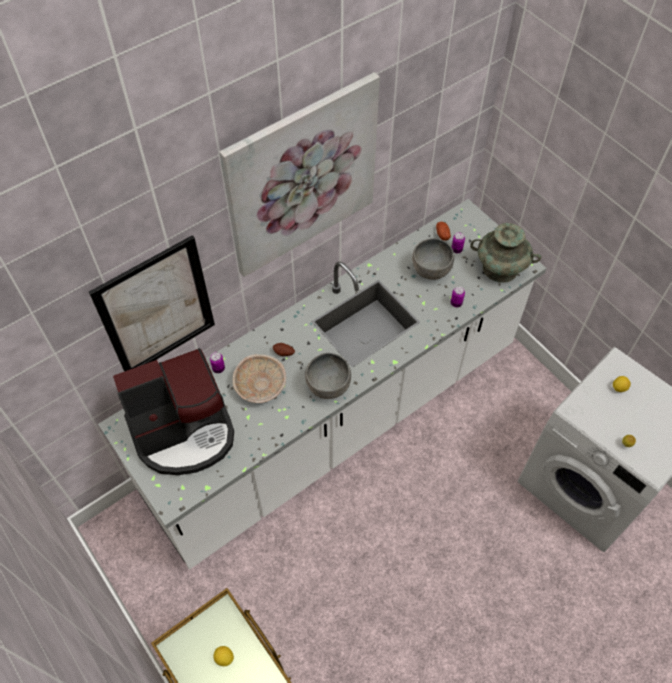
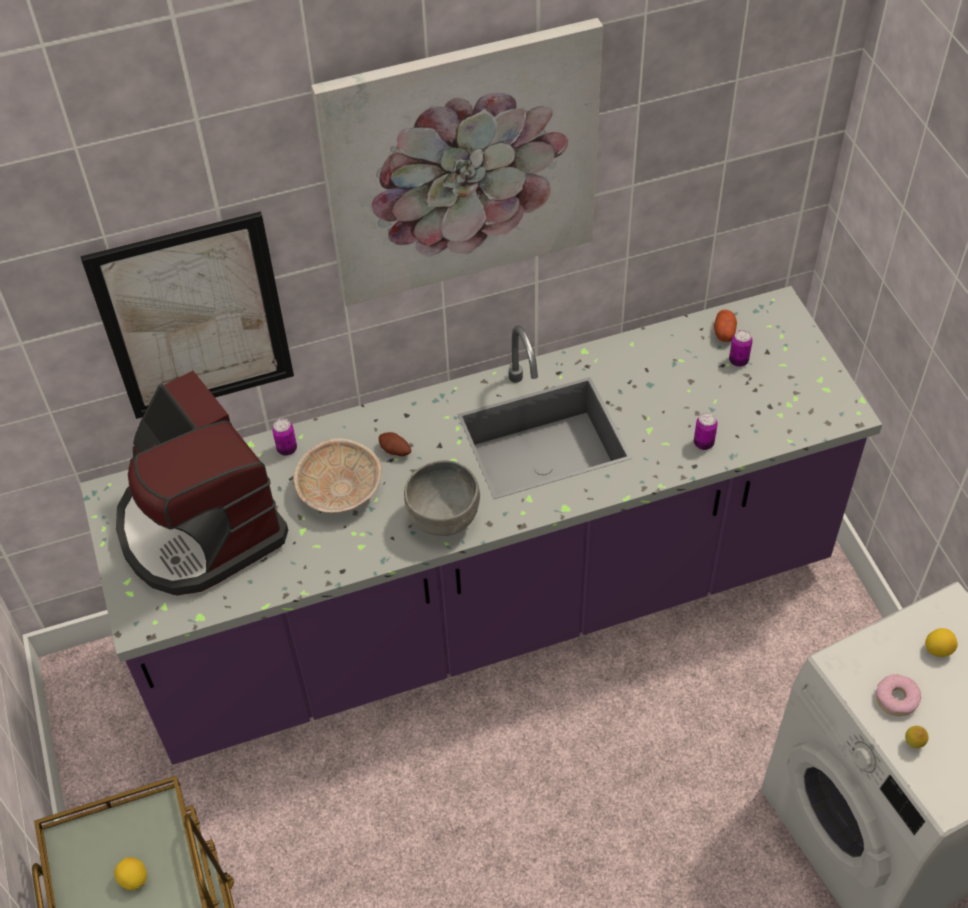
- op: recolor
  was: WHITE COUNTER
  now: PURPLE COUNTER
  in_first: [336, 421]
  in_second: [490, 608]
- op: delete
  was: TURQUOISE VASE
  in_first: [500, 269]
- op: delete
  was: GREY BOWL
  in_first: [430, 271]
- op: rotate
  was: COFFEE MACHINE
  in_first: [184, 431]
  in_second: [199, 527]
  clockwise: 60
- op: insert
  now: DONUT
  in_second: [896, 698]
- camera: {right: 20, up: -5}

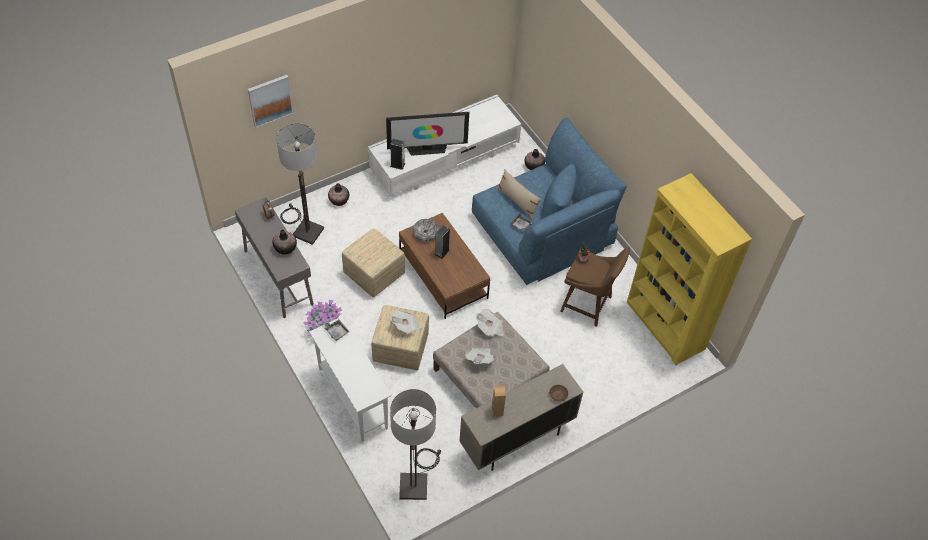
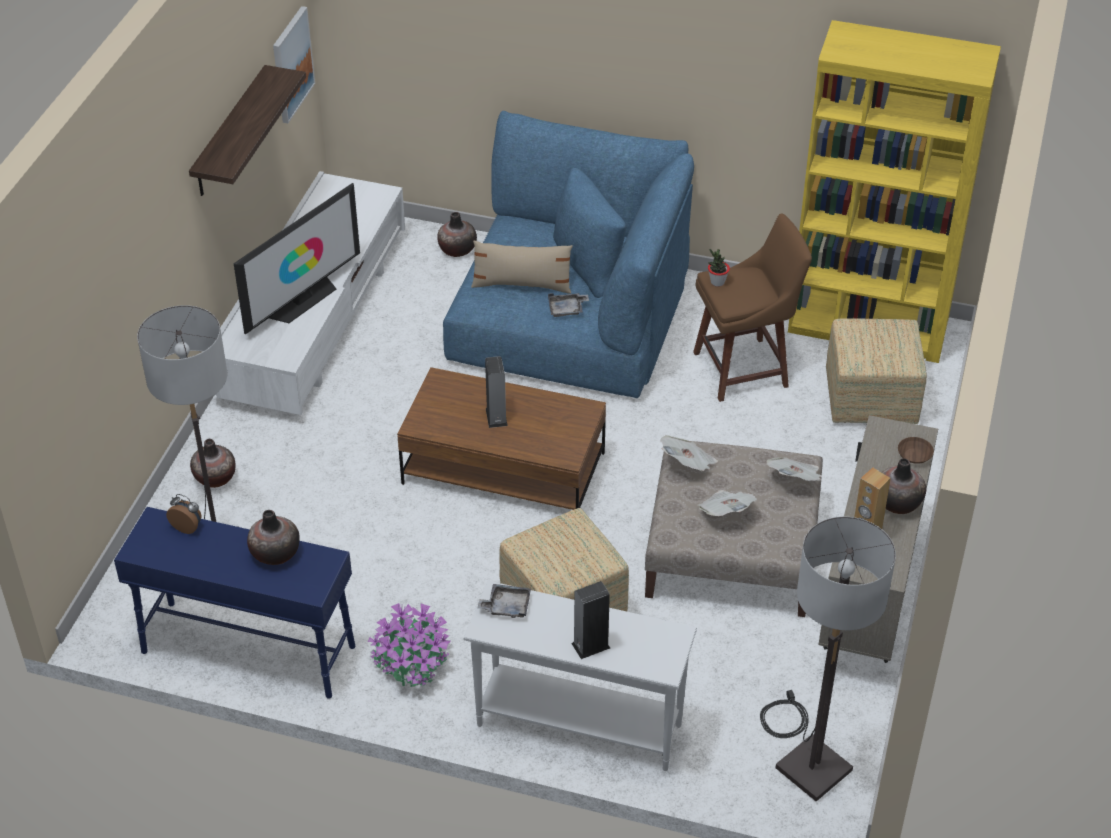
- op: move
  was: PICTURE
  in_first: [270, 100]
  in_second: [291, 64]
- op: move
  was: SPEAKER
  in_first: [397, 165]
  in_second: [590, 645]
- op: recolor
  was: GREY CONSOLE TABLE
  now: BLUE CONSOLE TABLE
  in_first: [279, 277]
  in_second: [249, 648]
- op: delete
  was: BOWL
  in_first: [425, 233]
- op: move
  was: OTTOMAN
  in_first: [373, 274]
  in_second: [869, 399]
- op: move
  was: NEWSPAPER
  in_first: [406, 326]
  in_second: [795, 479]
- op: insert
  now: SHELF
  in_second: [230, 133]
- op: insert
  now: VASE
  in_second: [897, 502]
- camera: {right: -40, up: -10}

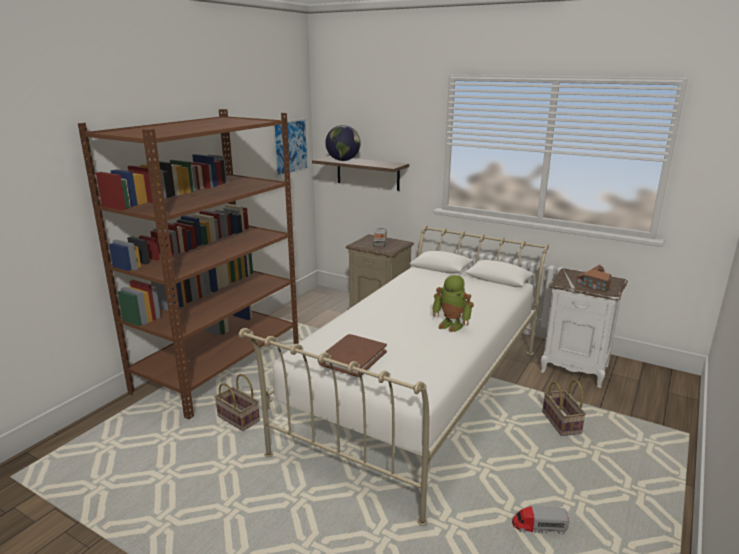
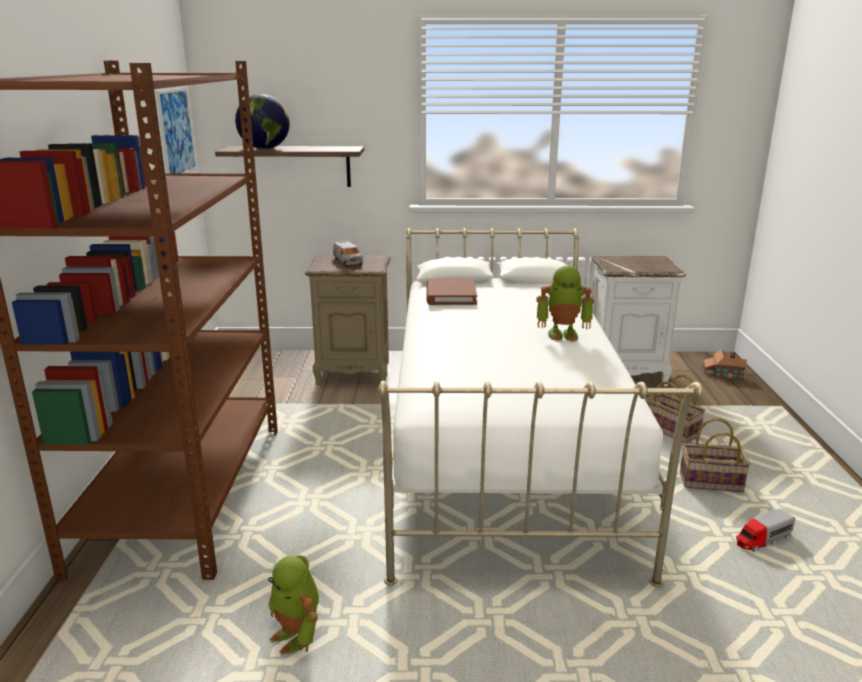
- op: move
  was: TOY HOUSE
  in_first: [593, 285]
  in_second: [722, 373]
- op: move
  was: BROWN BOOK
  in_first: [352, 358]
  in_second: [450, 295]
- op: move
  was: BASKET
  in_first: [237, 419]
  in_second: [709, 483]
- op: insert
  now: TOY ROBOT
  in_second: [297, 638]
- camera: {right: -30, up: 0}

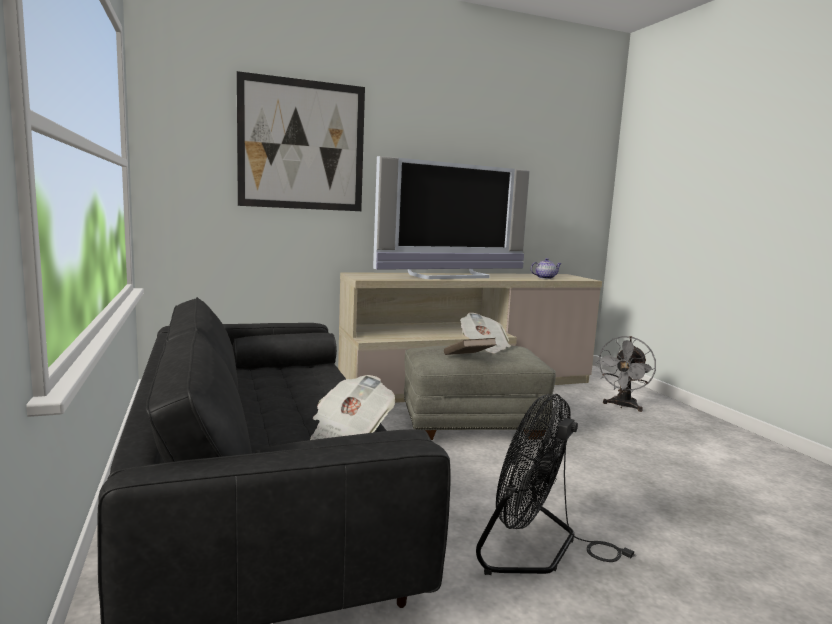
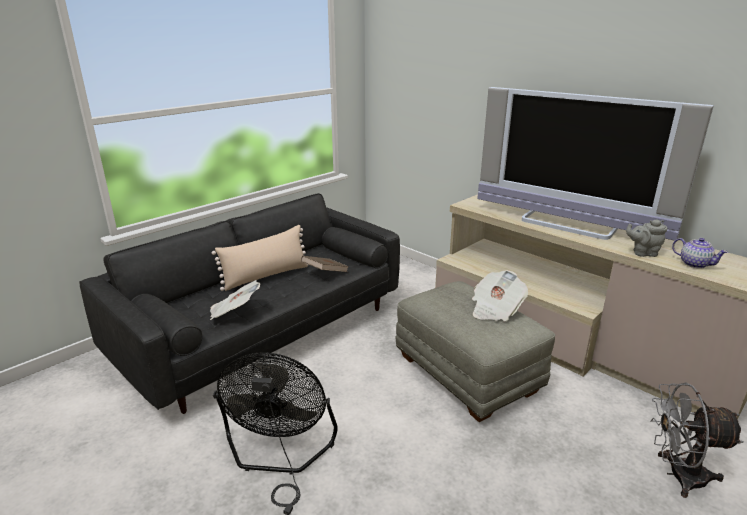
- op: delete
  was: PICTURE
  in_first: [302, 145]
- op: move
  was: BROWN BOOK
  in_first: [468, 358]
  in_second: [325, 273]
- op: insert
  now: GREY TEAPOT
  in_second: [642, 253]
- op: insert
  now: BEIGE PILLOW
  in_second: [266, 276]
- camera: {right: 65, up: 15}

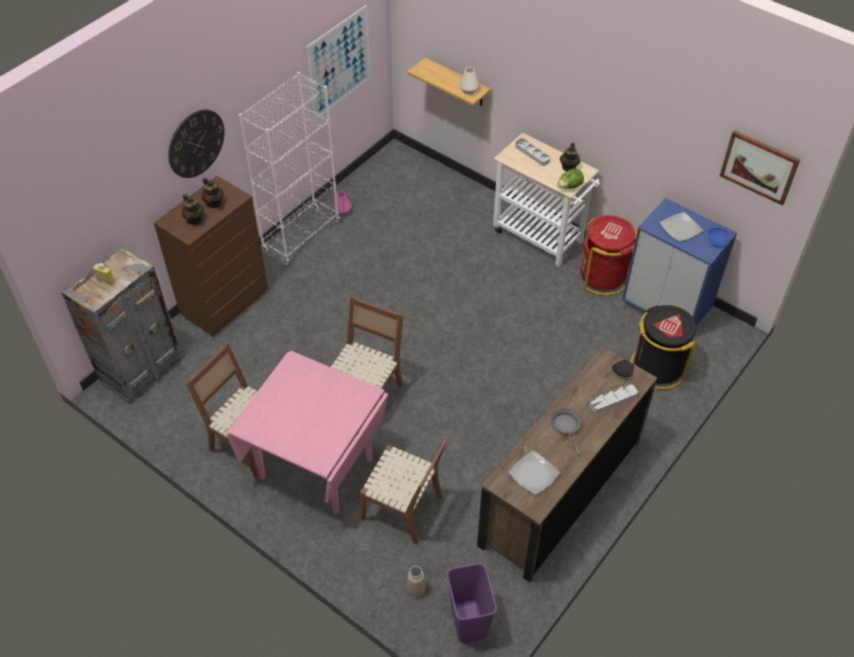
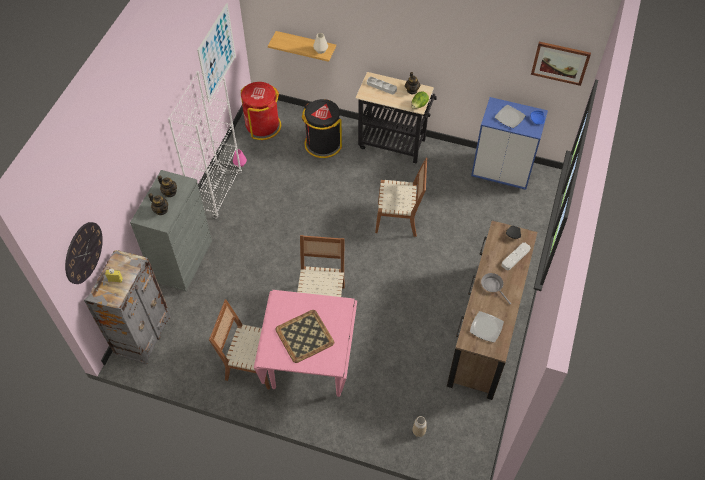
- op: move
  was: WALL CLOCK
  in_first: [196, 143]
  in_second: [83, 252]
- op: recolor
  was: WHITE CART
  now: BLACK CART
  in_first: [539, 237]
  in_second: [393, 144]
- op: recolor
  was: BROWN DRESSER
  now: GREY DRESSER
  in_first: [225, 303]
  in_second: [183, 262]
- op: move
  was: RED TRASH CAN
  in_first: [603, 276]
  in_second: [263, 126]
- op: move
  was: BLACK TRASH CAN
  in_first: [657, 367]
  in_second: [323, 144]
- op: move
  was: CHAIR
  in_first: [405, 510]
  in_second: [399, 220]
- op: delete
  was: PURPLE TRASH CAN
  in_first: [469, 622]
- op: insert
  now: TRAY
  in_second: [305, 336]
- camera: {right: -20, up: 5}

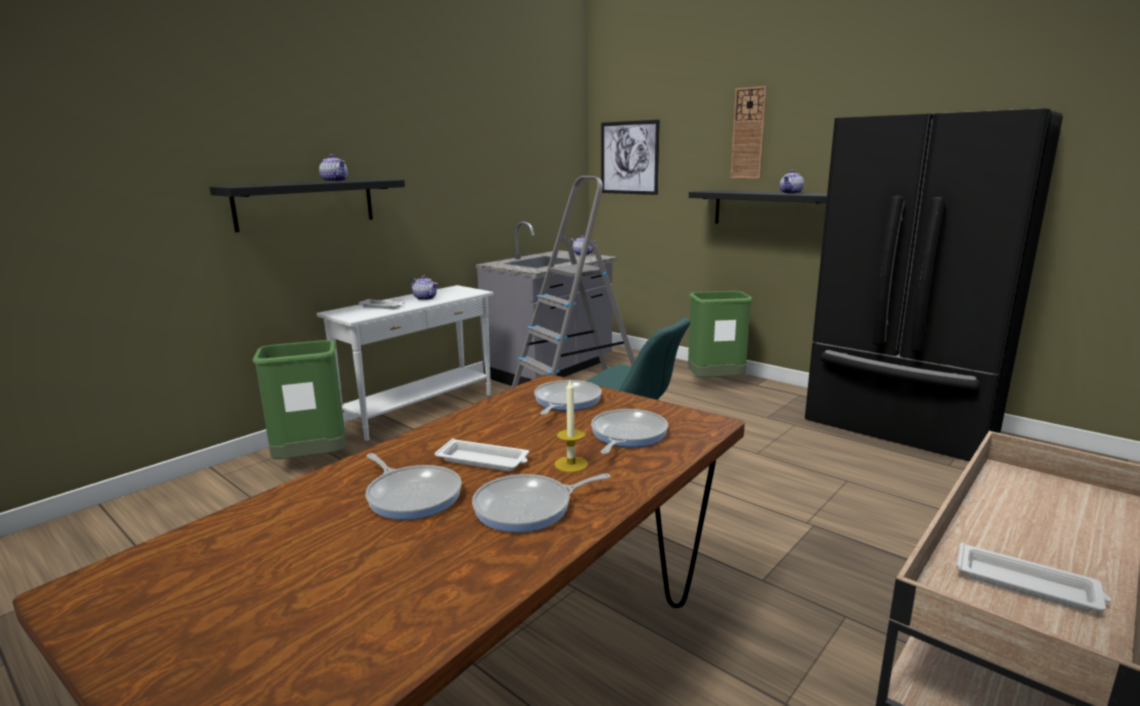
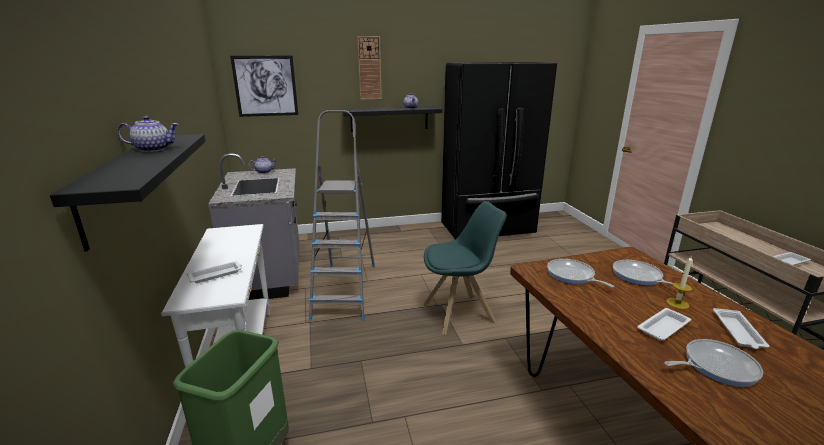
- op: delete
  was: TEAPOT
  in_first: [425, 298]
- op: delete
  was: GREEN TRASH CAN
  in_first: [715, 383]
- op: replace
  was: FRYING PAN
  now: WHITE TRAY
  in_first: [528, 508]
  in_second: [738, 332]
- camera: {right: -55, up: 5}

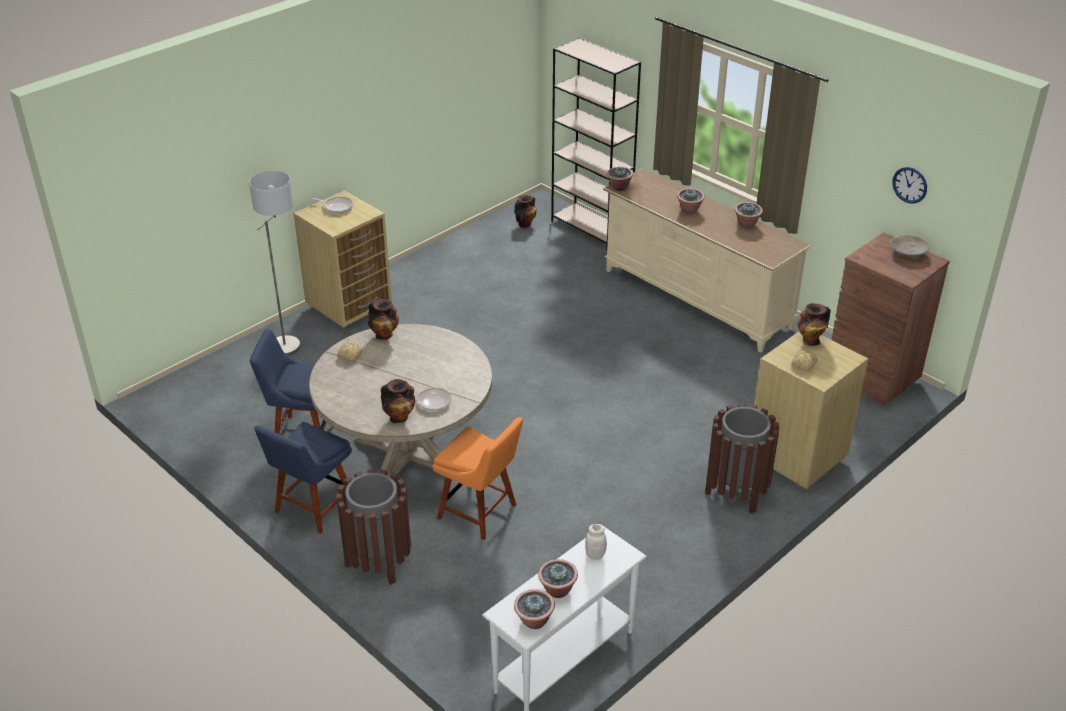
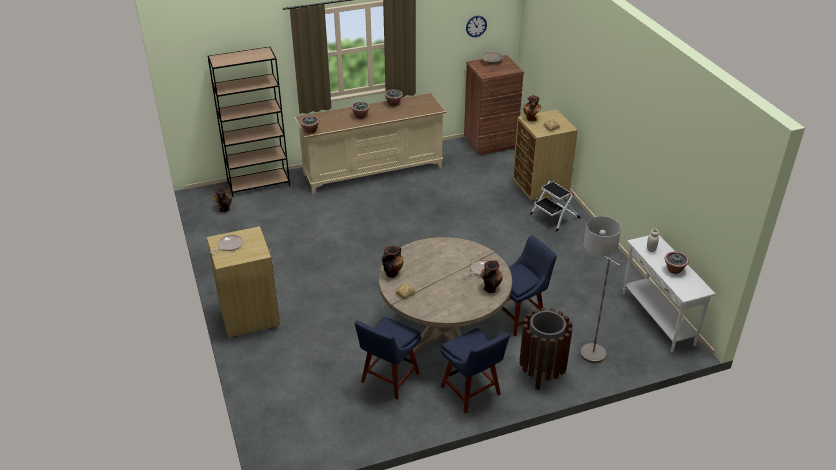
- op: move
  was: GREY FLOOR LAMP
  in_first: [290, 342]
  in_second: [586, 350]
- op: replace
  was: BROWN TRASH CAN
  now: STEP LADDER
  in_first: [736, 492]
  in_second: [554, 217]
- op: recolor
  was: ORANGE CHAIR
  now: BLUE CHAIR
  in_first: [480, 513]
  in_second: [520, 316]
- op: delete
  was: POTTED PLANT
  in_first: [534, 621]
- camera: {right: -65, up: 0}

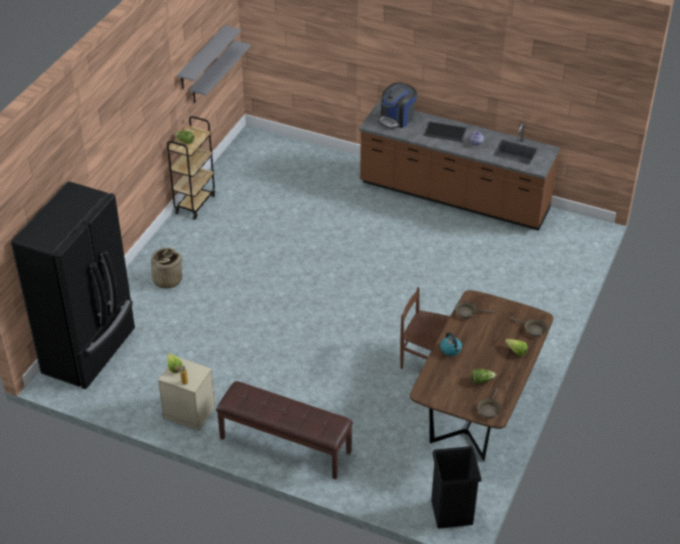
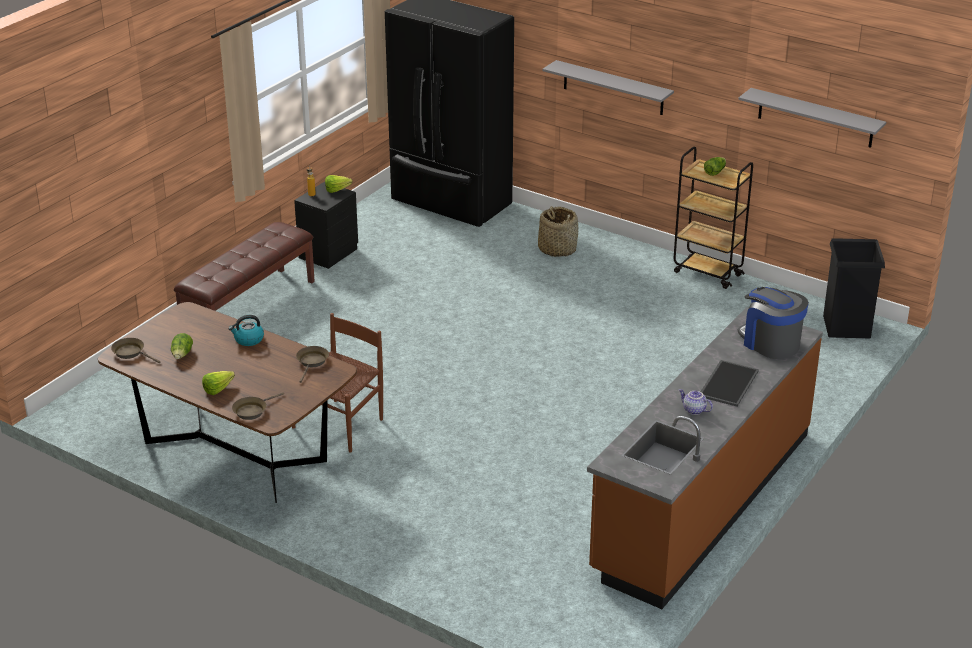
- op: move
  was: GREY SHELF
  in_first: [212, 72]
  in_second: [613, 88]
- op: recolor
  was: BEIGE NIGHTSTAND
  now: BLACK NIGHTSTAND
  in_first: [189, 412]
  in_second: [329, 253]
- op: move
  was: BLACK TRASH CAN
  in_first: [451, 512]
  in_second: [846, 326]
- camera: {right: 100, up: -10}

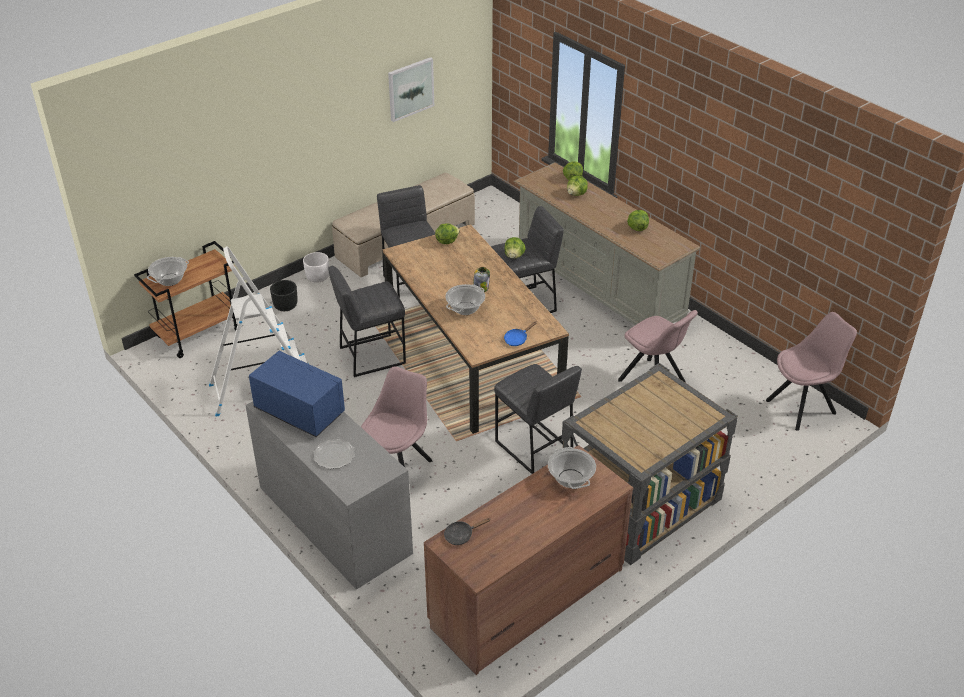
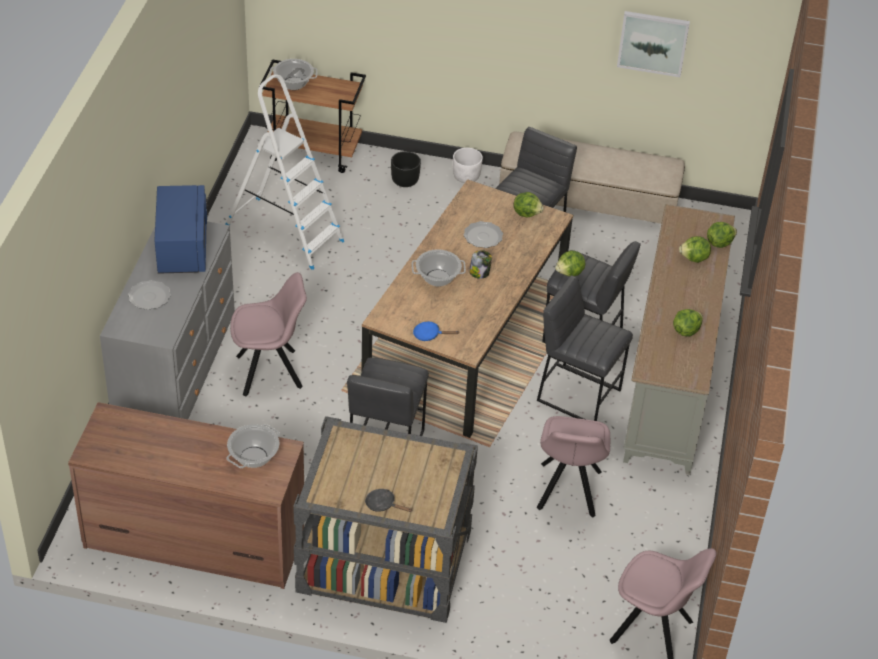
- op: move
  was: GREY STOOL
  in_first: [371, 356]
  in_second: [577, 394]
- op: move
  was: BLACK FRYING PAN
  in_first: [461, 535]
  in_second: [383, 505]
- op: insert
  now: PLATE
  in_second: [483, 236]
- camera: {right: 50, up: 5}

